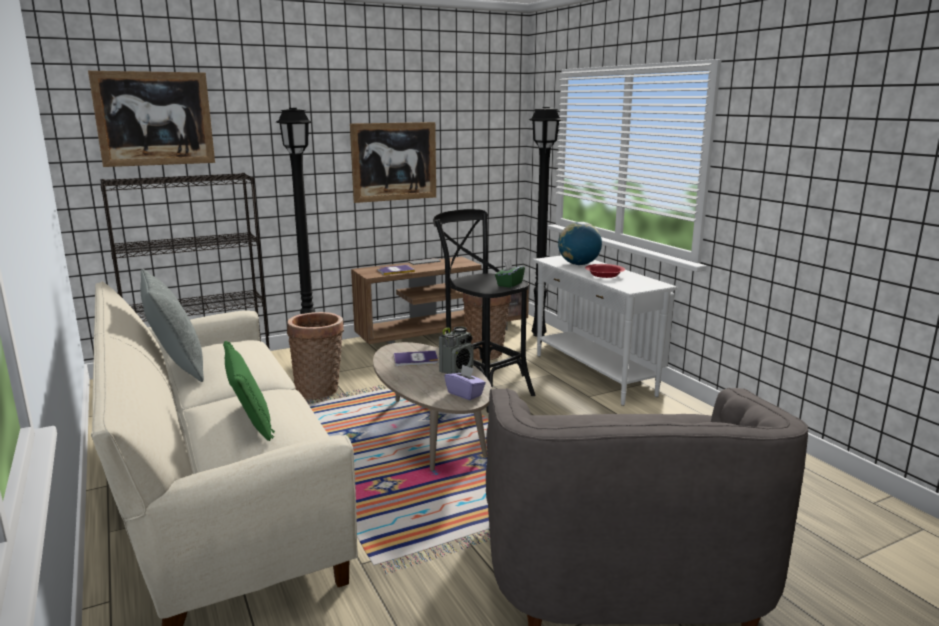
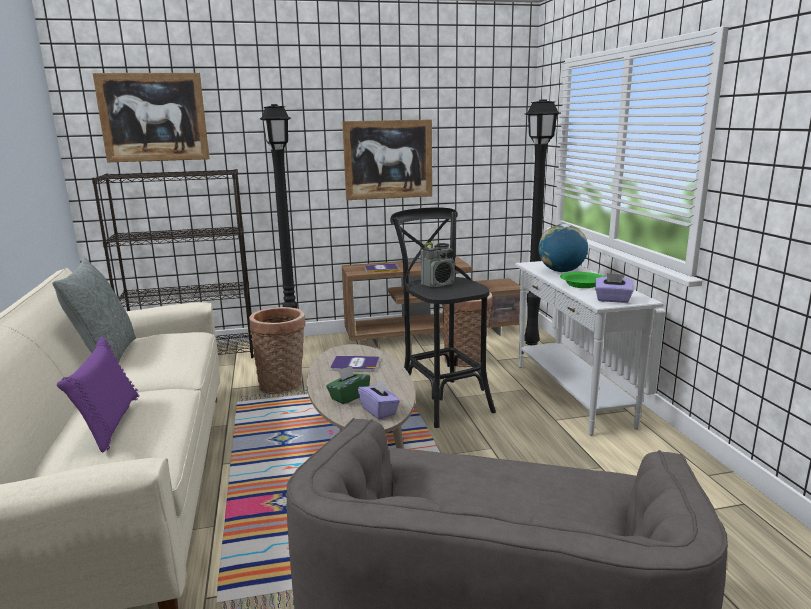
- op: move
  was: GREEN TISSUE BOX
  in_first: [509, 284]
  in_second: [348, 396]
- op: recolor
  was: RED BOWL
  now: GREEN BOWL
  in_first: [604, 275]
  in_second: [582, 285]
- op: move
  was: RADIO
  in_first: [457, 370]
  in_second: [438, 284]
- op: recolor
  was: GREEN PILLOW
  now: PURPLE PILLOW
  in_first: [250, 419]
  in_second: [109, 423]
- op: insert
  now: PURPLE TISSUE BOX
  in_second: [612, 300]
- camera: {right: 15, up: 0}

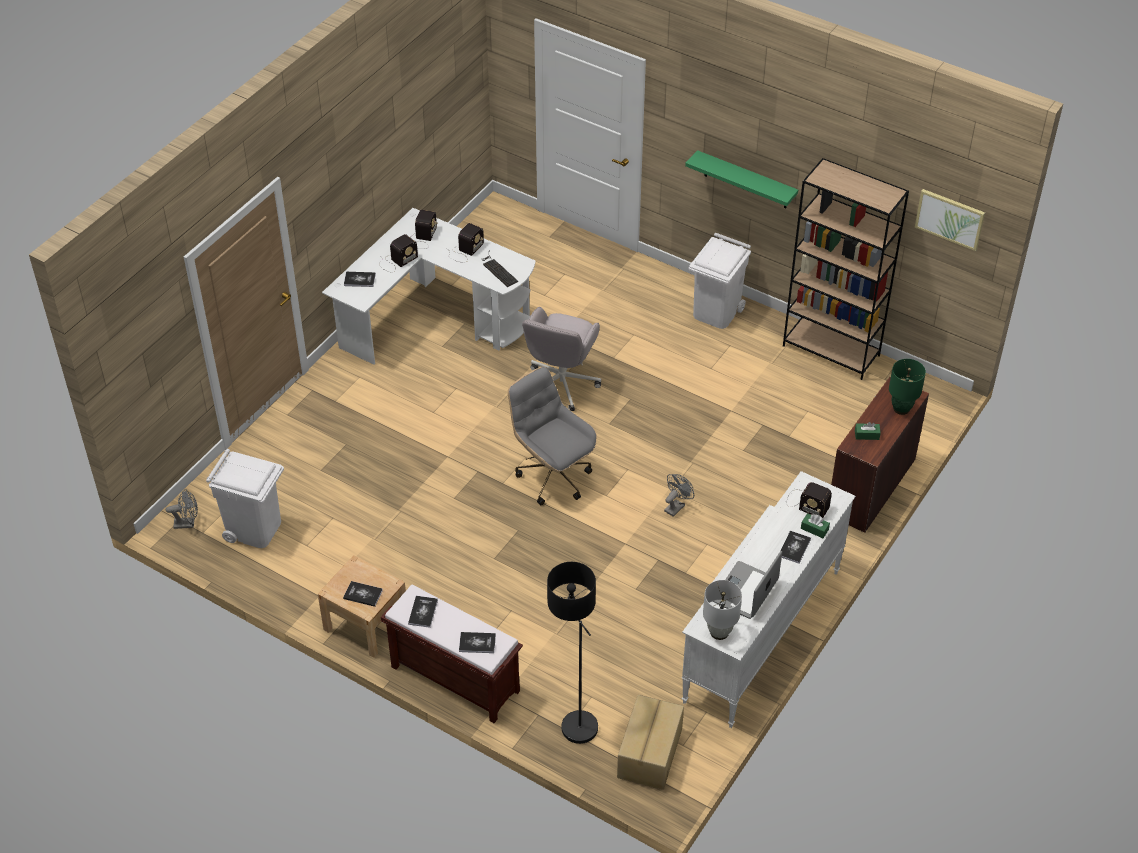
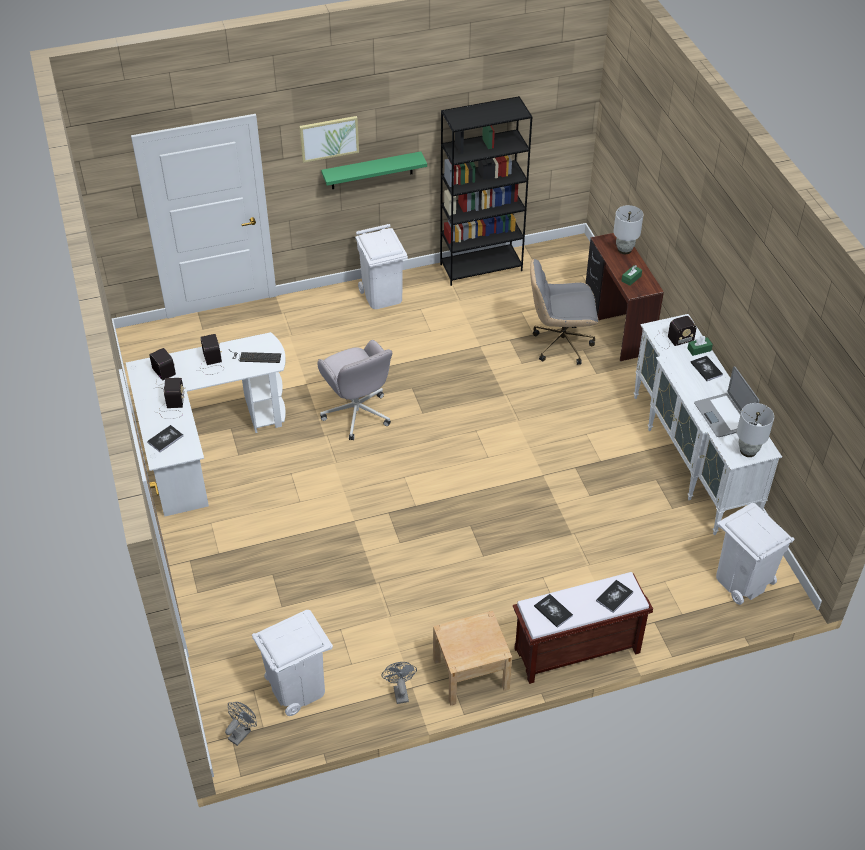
- op: recolor
  was: BEIGE BOOKCASE
  now: BLACK BOOKCASE
  in_first: [831, 351]
  in_second: [481, 267]
- op: move
  was: PICTURE
  in_first: [950, 219]
  in_second: [329, 138]
- op: recolor
  was: GREEN TABLE LAMP
  now: WHITE TABLE LAMP
  in_first: [901, 408]
  in_second: [624, 250]
- op: move
  was: GREY OFFICE CHAIR
  in_first: [552, 476]
  in_second: [559, 345]
- op: move
  was: GREY FAN
  in_first: [676, 506]
  in_second: [400, 691]
- op: delete
  was: BLACK FLOOR LAMP
  in_first: [573, 720]
- op: delete
  was: BOOK
  in_first: [363, 594]
- op: replace
  was: CARDBOARD BOX
  now: WHITE TRASH CAN
  in_first: [648, 753]
  in_second: [742, 581]
- camera: {right: -50, up: 0}

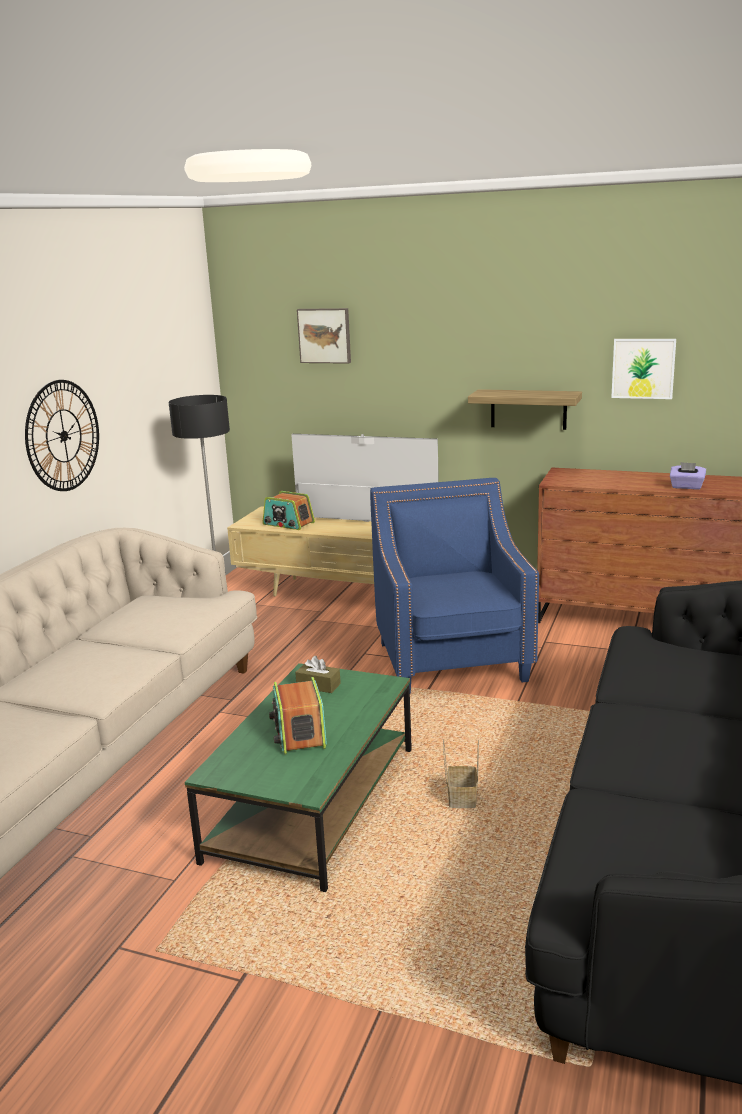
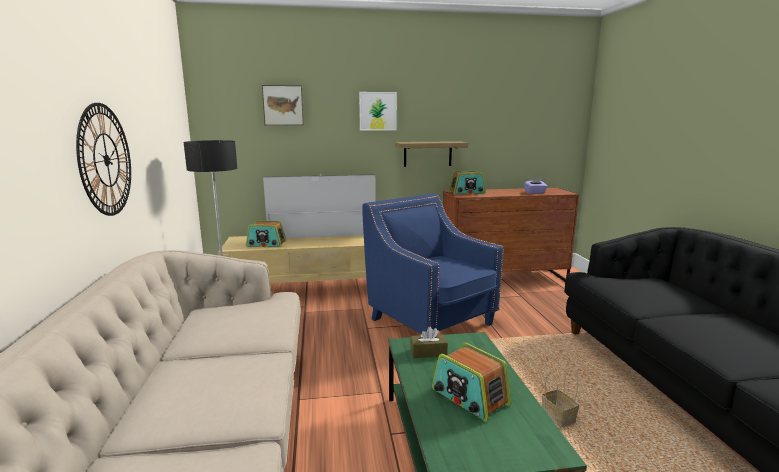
- op: move
  was: PICTURE
  in_first: [643, 368]
  in_second: [377, 111]
- op: insert
  now: RADIO
  in_second: [467, 192]
- camera: {right: -30, up: -5}

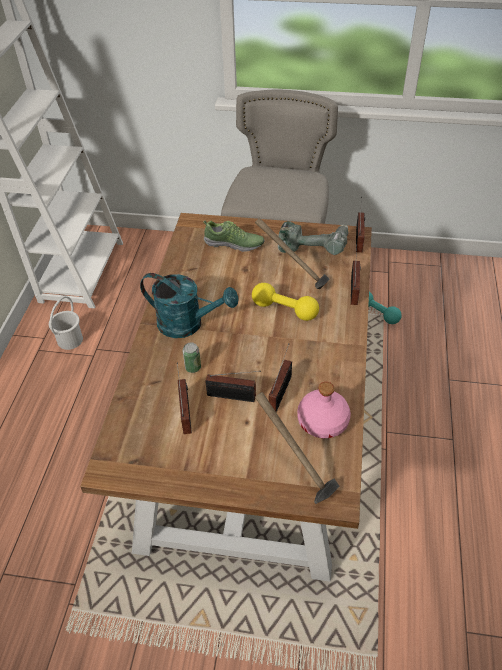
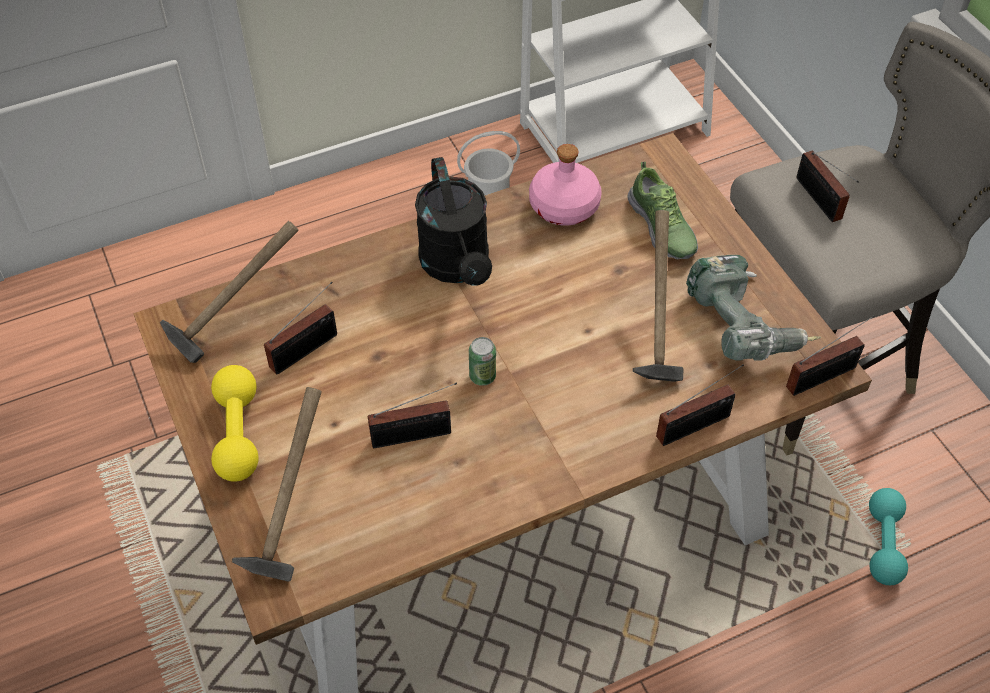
- op: recolor
  was: TURQUOISE WATERING CAN
  now: BLACK WATERING CAN
  in_first: [188, 324]
  in_second: [458, 267]
- op: move
  was: YELLOW DUMBBELL
  in_first: [284, 310]
  in_second: [238, 434]
- op: move
  was: CAN
  in_first: [193, 367]
  in_second: [482, 376]
- op: move
  was: RADIO
  in_first: [234, 396]
  in_second: [820, 201]
- op: move
  was: PINK BOTTLE
  in_first: [323, 422]
  in_second: [563, 207]
- op: insert
  now: HAMMER
  in_second: [235, 323]
- camera: {right: 55, up: 5}

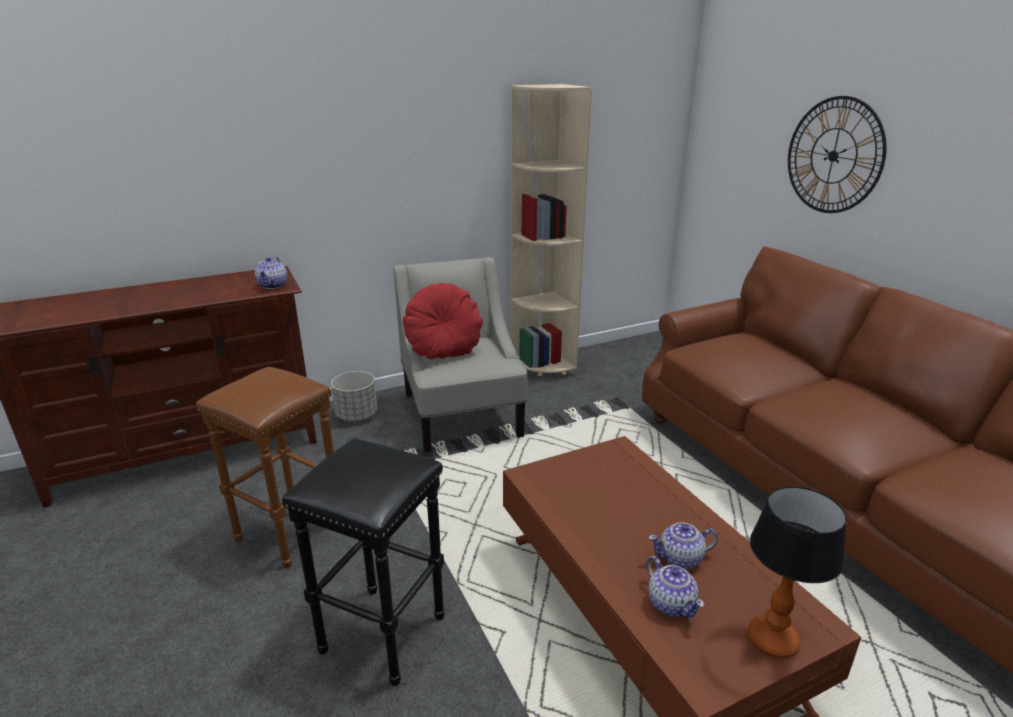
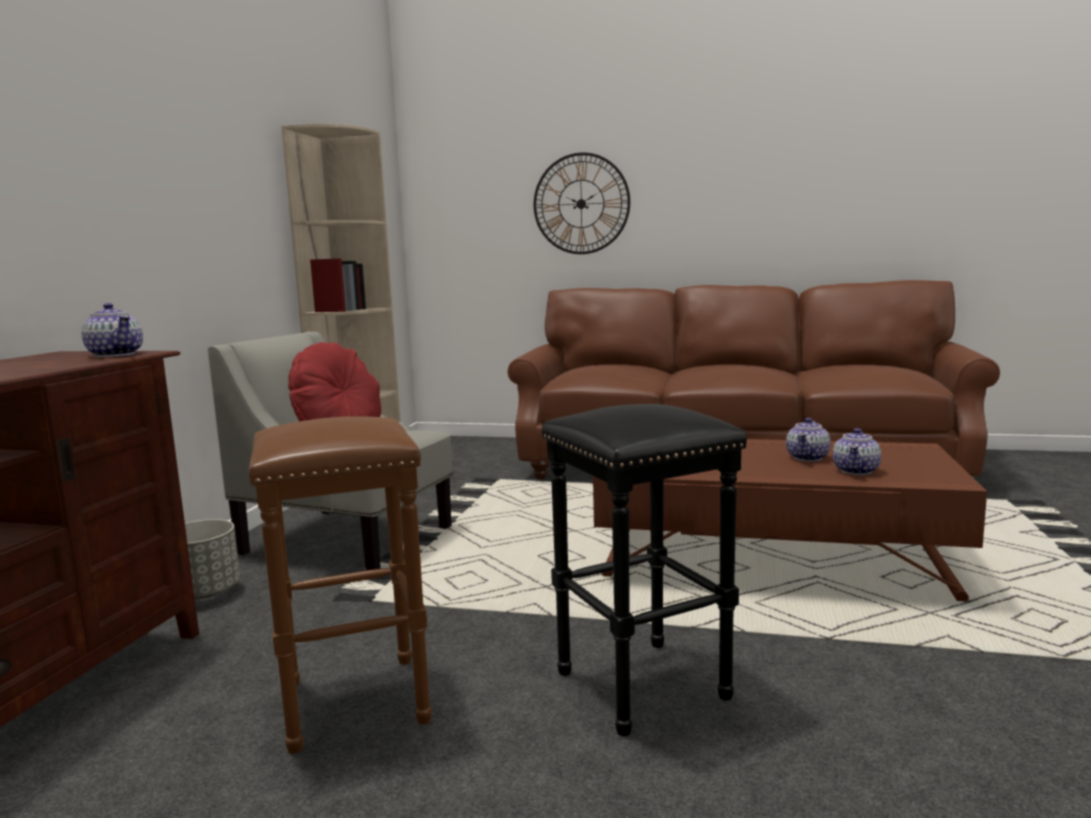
- op: delete
  was: TABLE LAMP
  in_first: [771, 639]
- op: rotate
  was: TEAPOT
  in_first: [671, 603]
  in_second: [856, 470]
  clockwise: 105
- camera: {right: -50, up: -15}

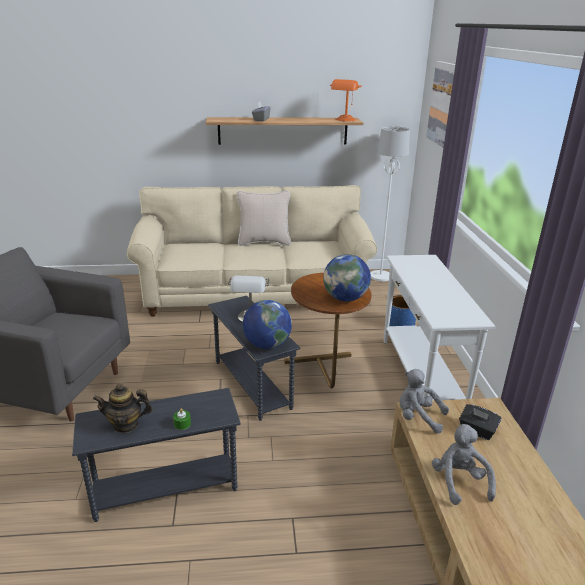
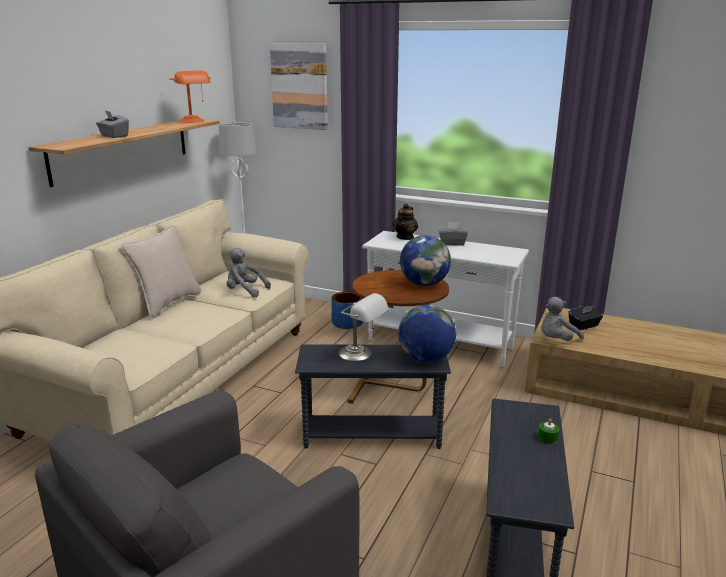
- op: move
  was: TEAPOT
  in_first: [126, 425]
  in_second: [405, 237]
- op: move
  was: GREY PLUSH TOY
  in_first: [459, 481]
  in_second: [245, 291]
- op: insert
  now: GREY TISSUE BOX
  in_second: [452, 243]
- camera: {right: -60, up: -5}

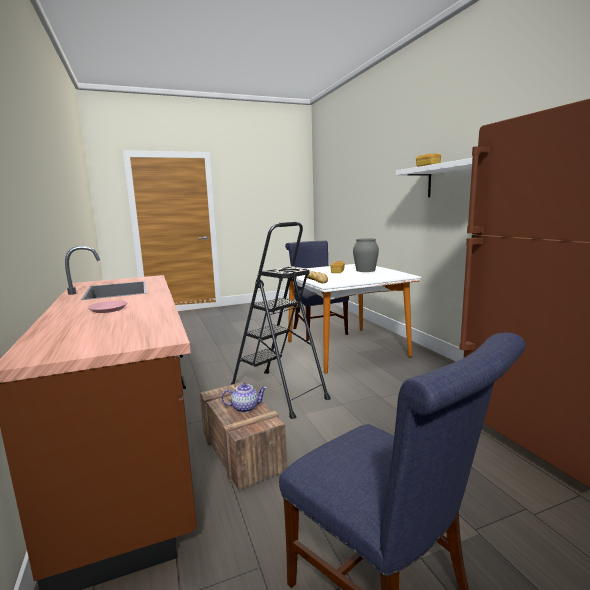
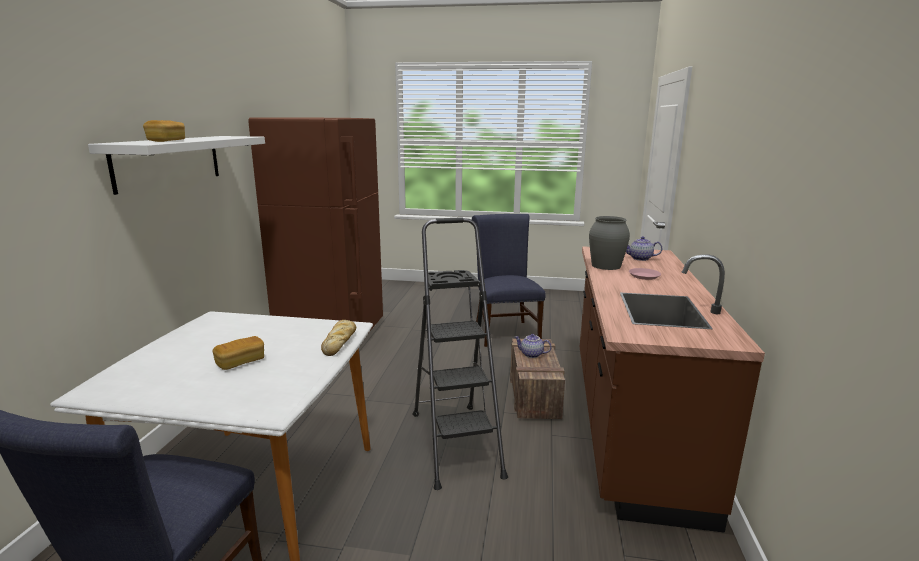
- op: move
  was: GREY VASE
  in_first: [365, 270]
  in_second: [606, 265]
- op: insert
  now: TEAPOT
  in_second: [640, 258]
- camera: {right: -150, up: 5}

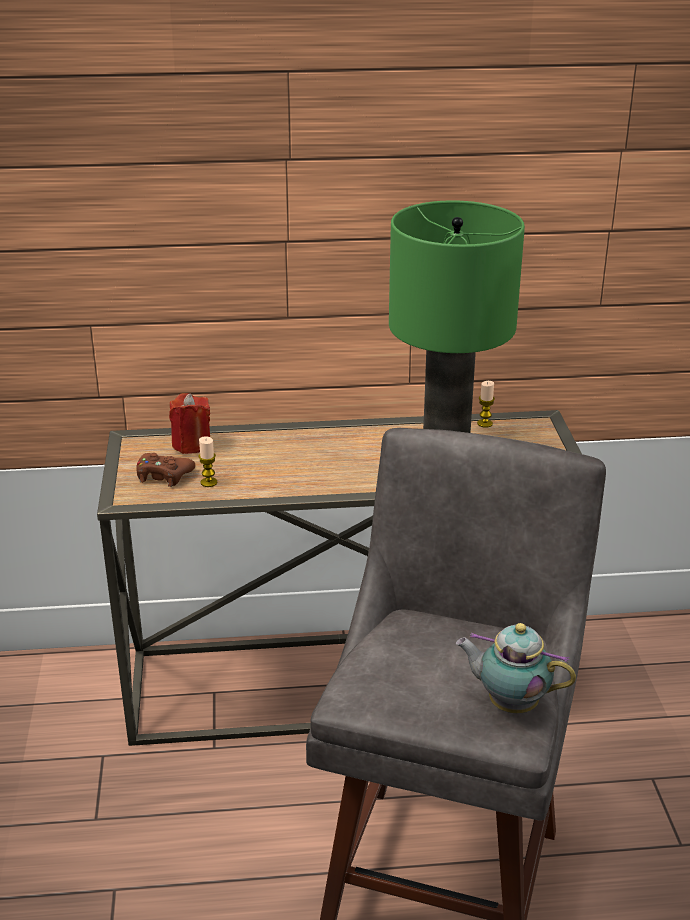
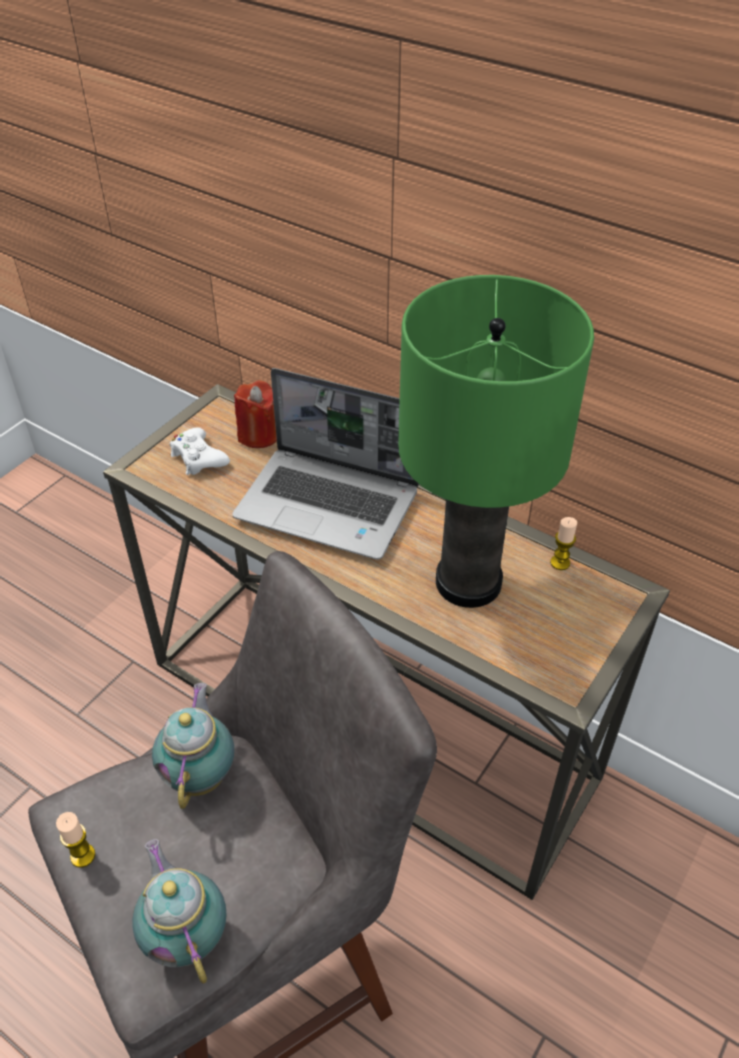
- op: move
  was: CANDLE
  in_first: [209, 482]
  in_second: [83, 856]
- op: recolor
  was: BROWN GAME CONTROLLER
  now: WHITE GAME CONTROLLER
  in_first: [163, 475]
  in_second: [198, 458]
- op: insert
  now: LAPTOP
  in_second: [330, 504]
- op: insert
  now: TEAPOT
  in_second: [201, 774]
- camera: {right: 40, up: 15}

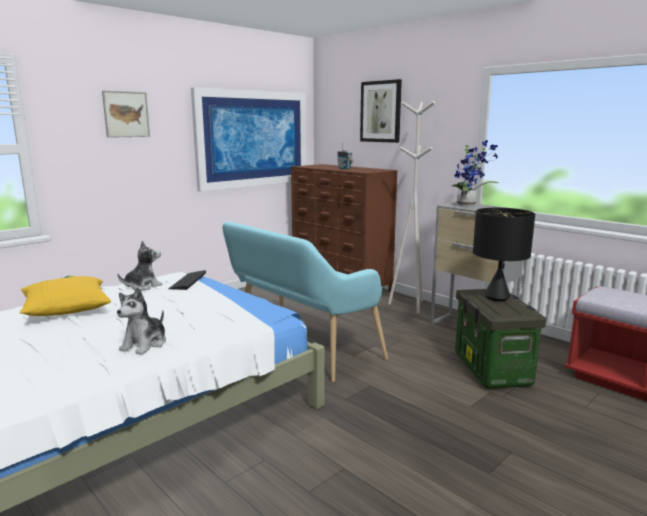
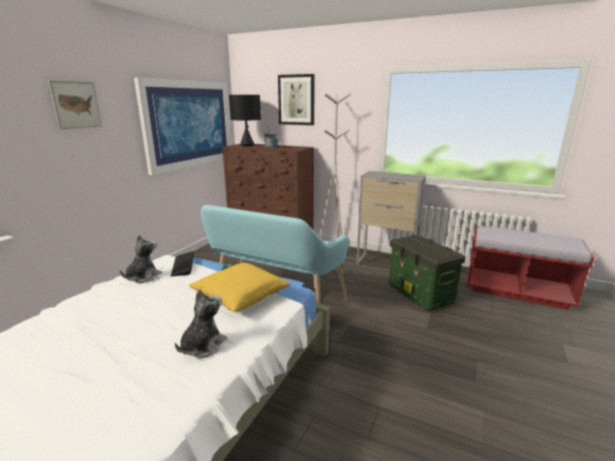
- op: delete
  was: POTTED PLANT
  in_first: [468, 205]
- op: move
  was: BLACK TABLE LAMP
  in_first: [497, 298]
  in_second: [247, 145]
- op: move
  was: YELLOW PILLOW
  in_first: [67, 309]
  in_second: [241, 297]
- op: rotate
  was: PLUSH TOY
  in_first: [145, 344]
  in_second: [202, 346]
  clockwise: -150
- camera: {right: -20, up: 5}

